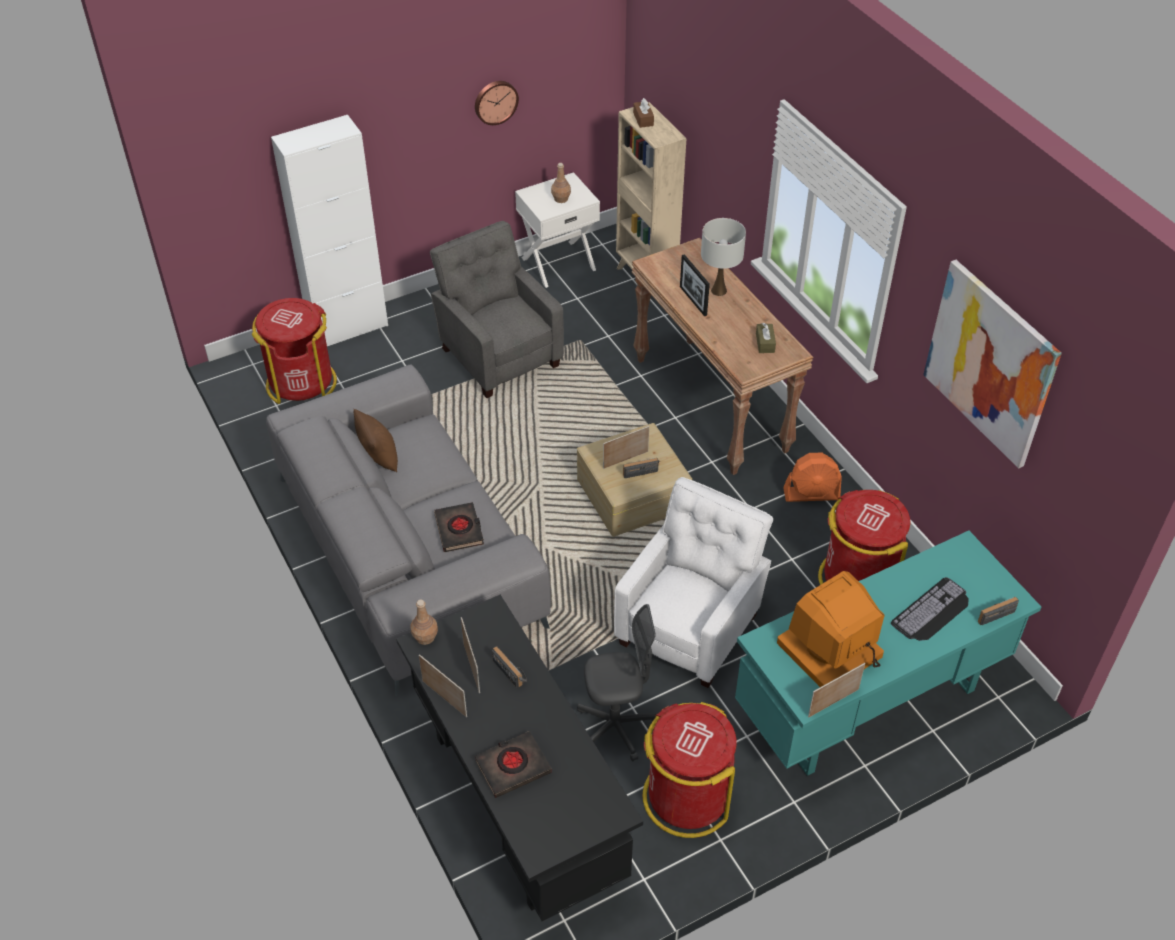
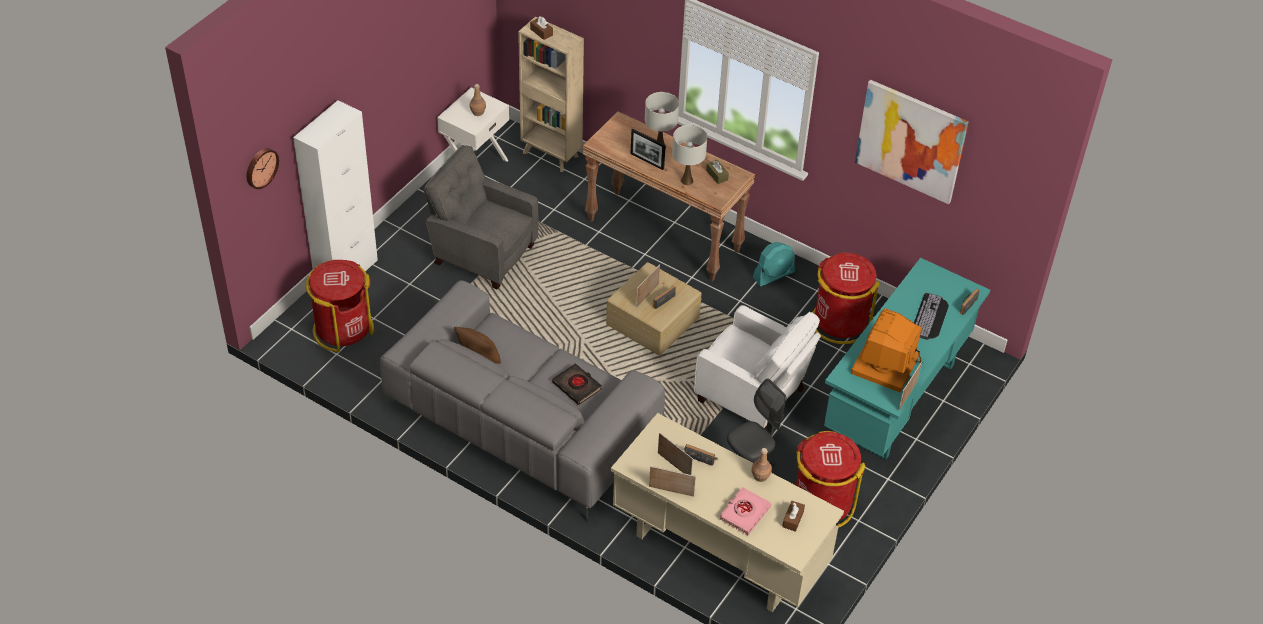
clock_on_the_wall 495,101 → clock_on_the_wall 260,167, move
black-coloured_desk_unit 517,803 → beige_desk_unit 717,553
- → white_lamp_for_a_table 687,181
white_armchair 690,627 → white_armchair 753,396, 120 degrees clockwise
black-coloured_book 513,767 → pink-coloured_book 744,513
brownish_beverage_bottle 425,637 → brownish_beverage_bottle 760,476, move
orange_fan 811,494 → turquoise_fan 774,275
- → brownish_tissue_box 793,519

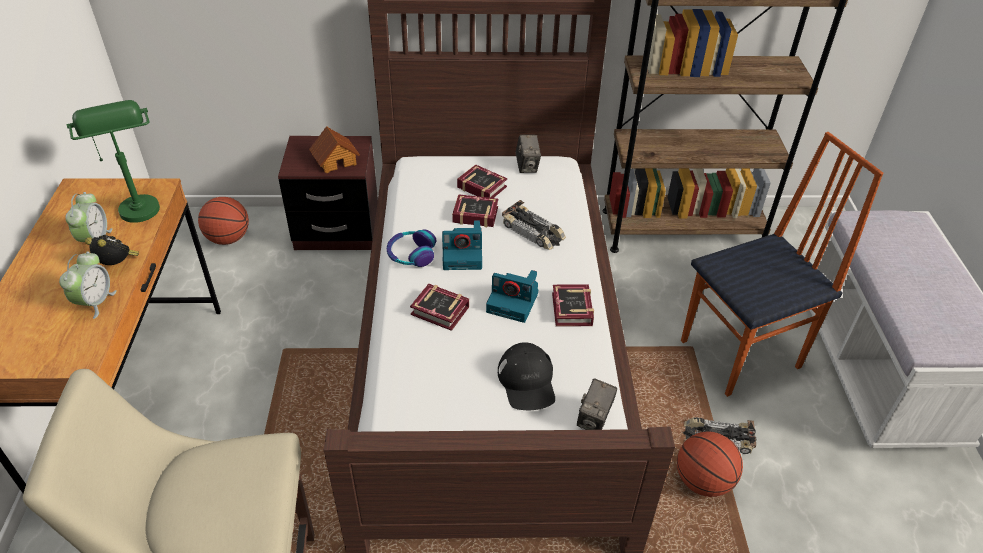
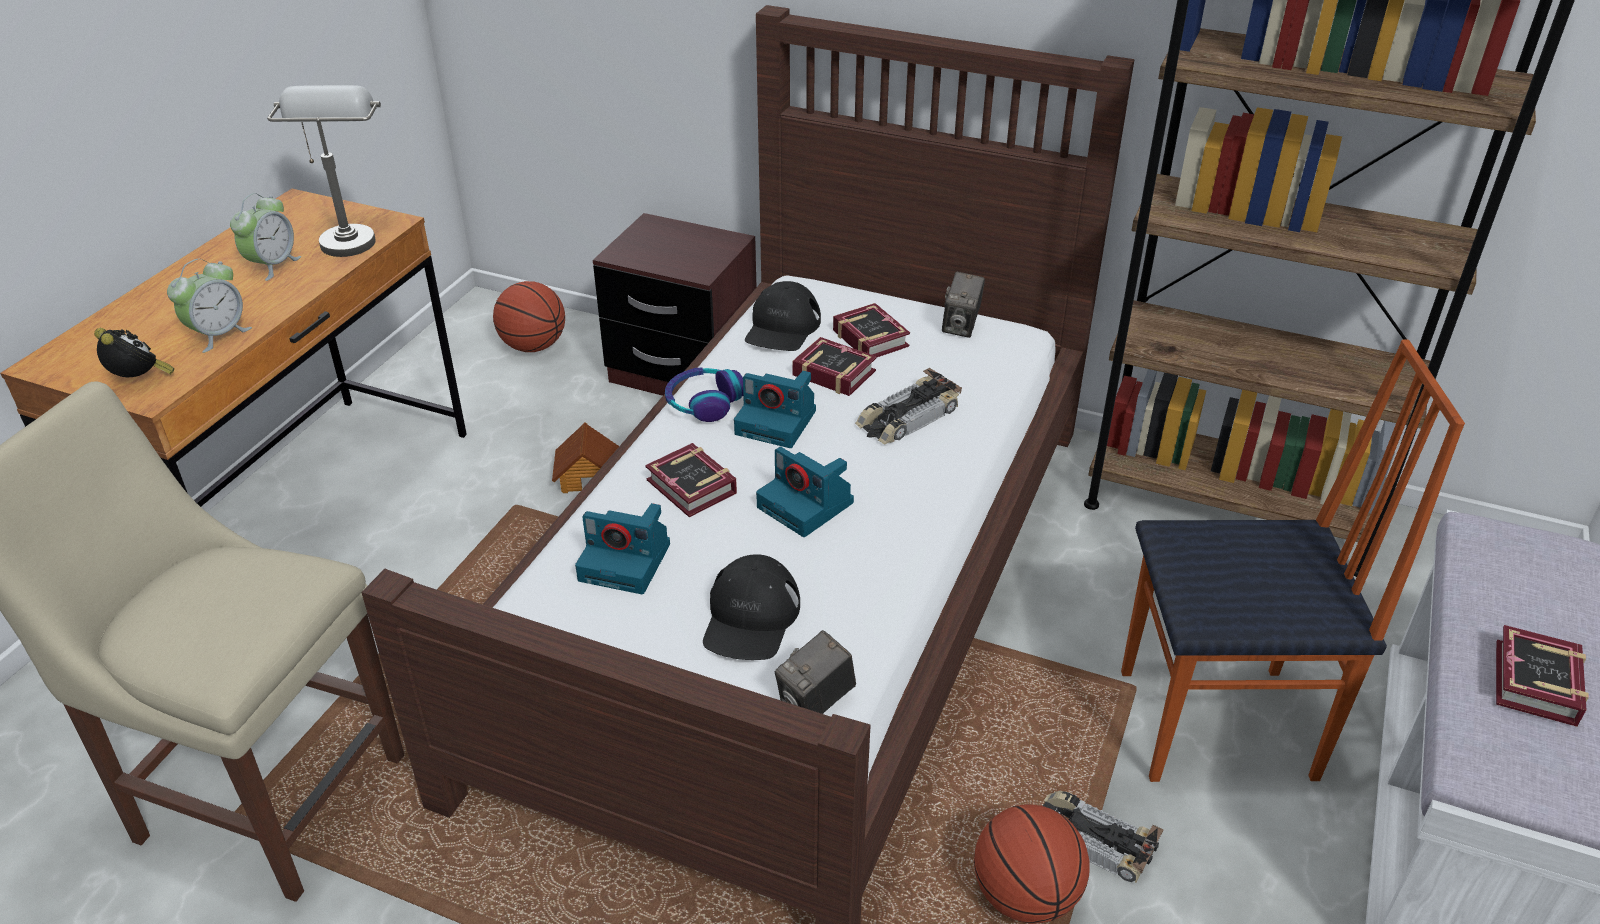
table_clock 118,265 → table_clock 140,381, move
green_lamp_for_a_table 136,203 → greyish_lamp_for_a_table 350,234
model_house 335,160 → model_house 589,476, move
- → still_camera 627,562
- → black-coloured_peaked_cap 782,328
toy_car 533,232 → toy_car 907,418, 75 degrees clockwise
book 570,311 → book 1532,685, move

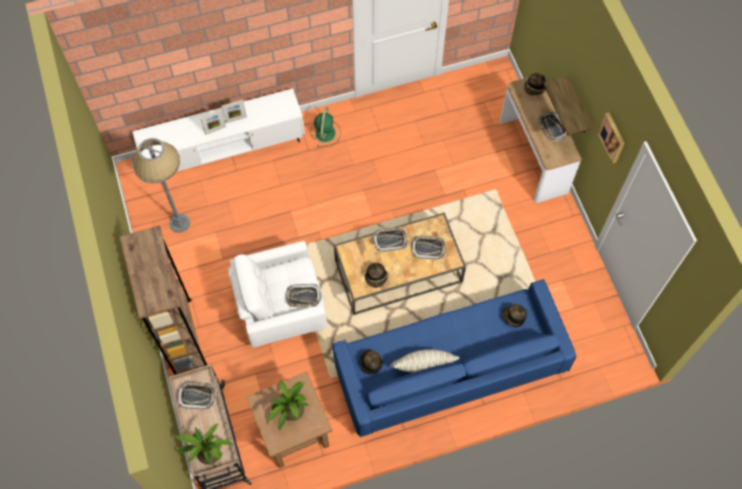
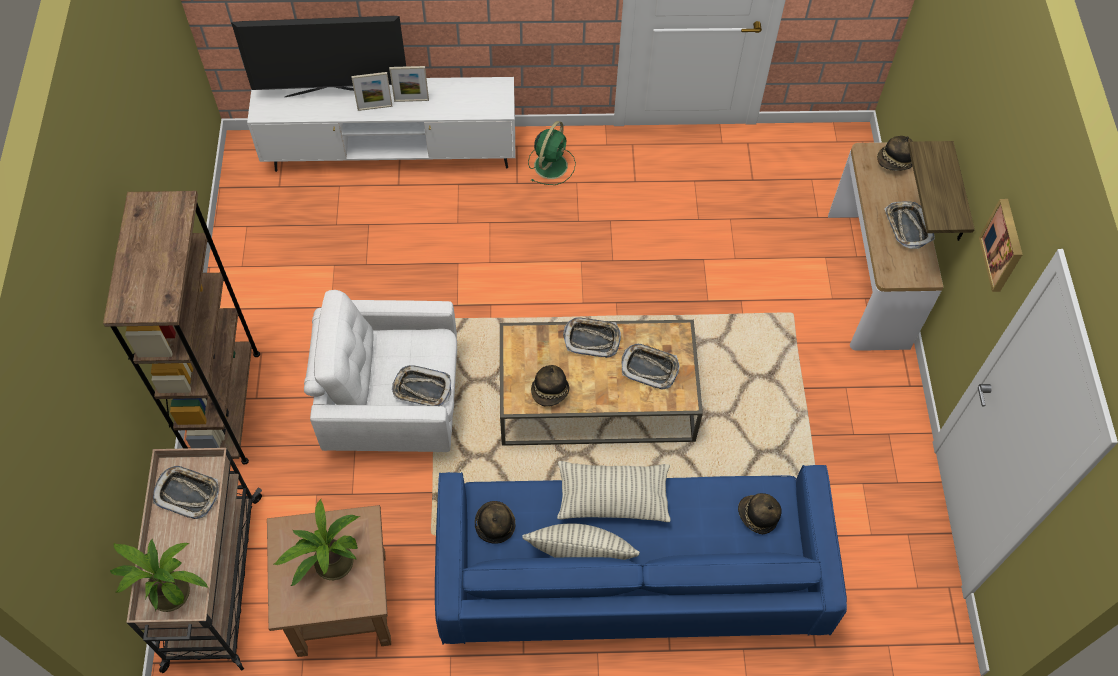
- → TV 332,94
- → pillow 612,498
greyish_standing_lamp 179,223 → -

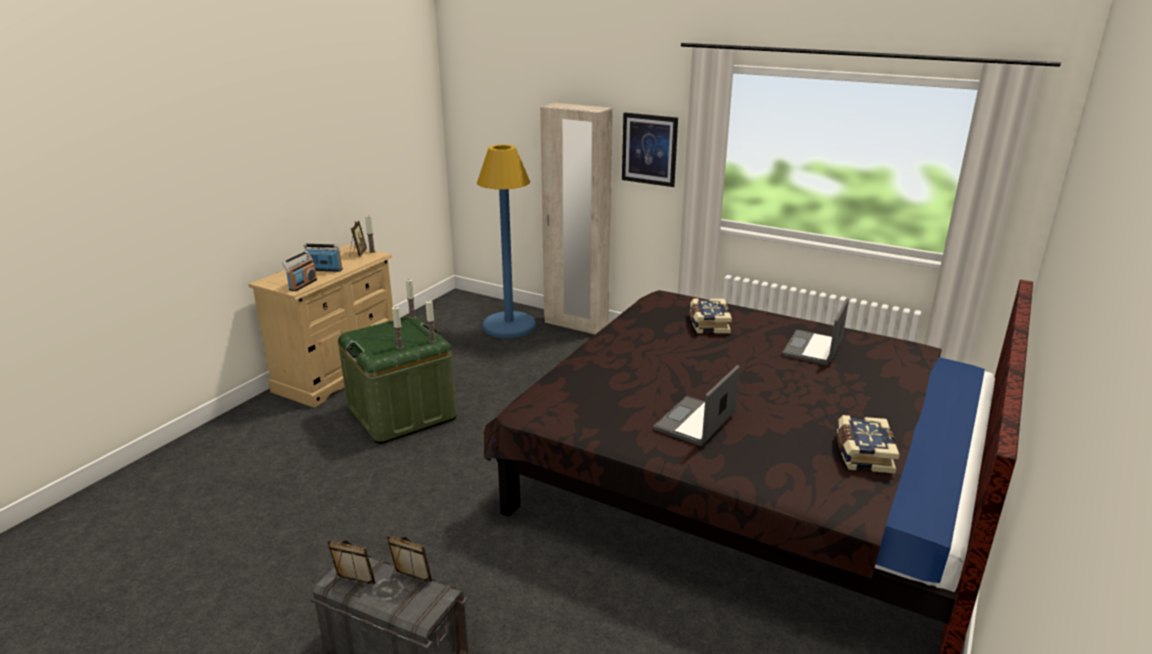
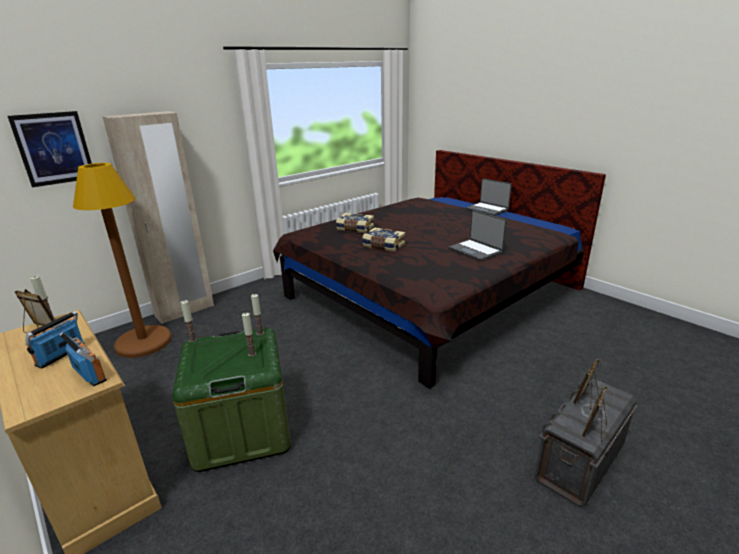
wall_art 649,149 → wall_art 54,148, move
blue_standing_lamp 509,326 → brownish_standing_lamp 143,342
book 862,454 → book 383,246, move
laptop 813,349 → laptop 487,209, move

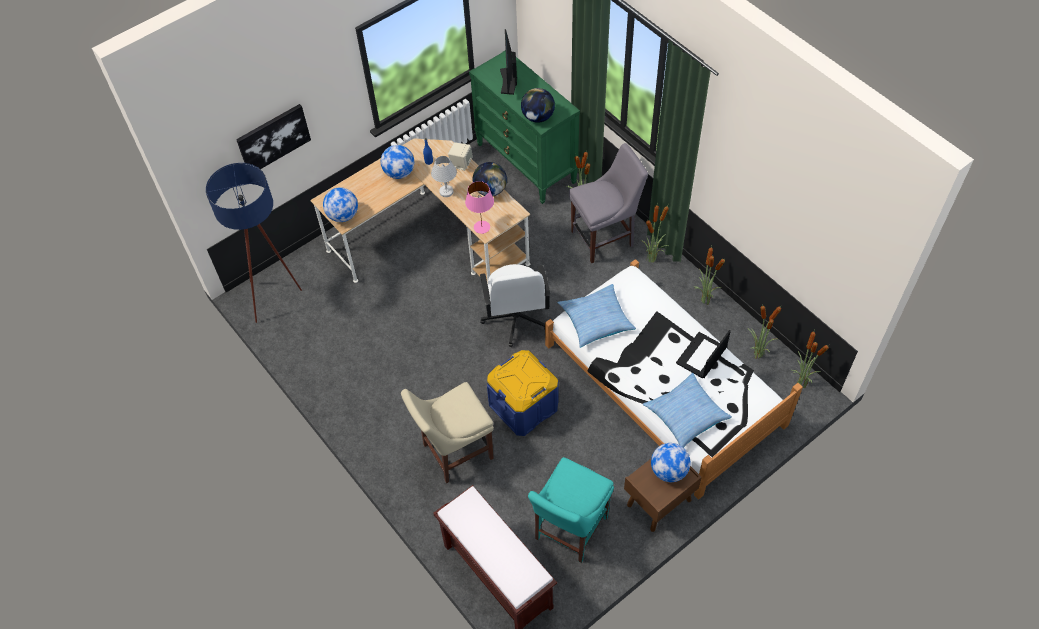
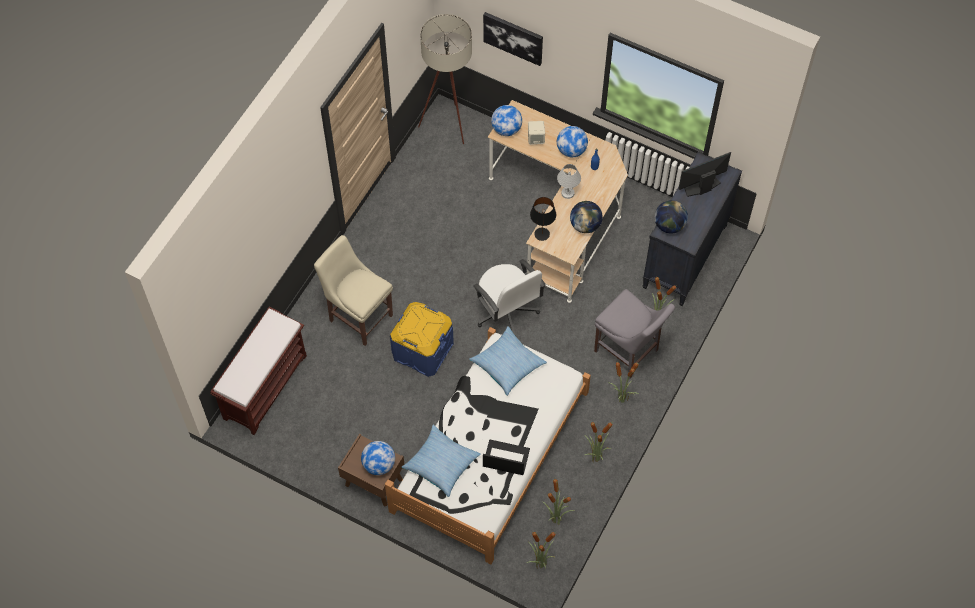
blue_standing_lamp 276,296 → beige_standing_lamp 449,129
white_computer_chair 515,319 → white_computer_chair 506,312, 90 degrees counterclockwise
beige_speaker 461,163 → beige_speaker 536,139, move
pink-coloured_lamp_for_a_table 482,227 → black-coloured_lamp_for_a_table 542,234
green_dresser 526,163 → black-coloured_dresser 685,257
turquoise_plain_chair 569,531 → -

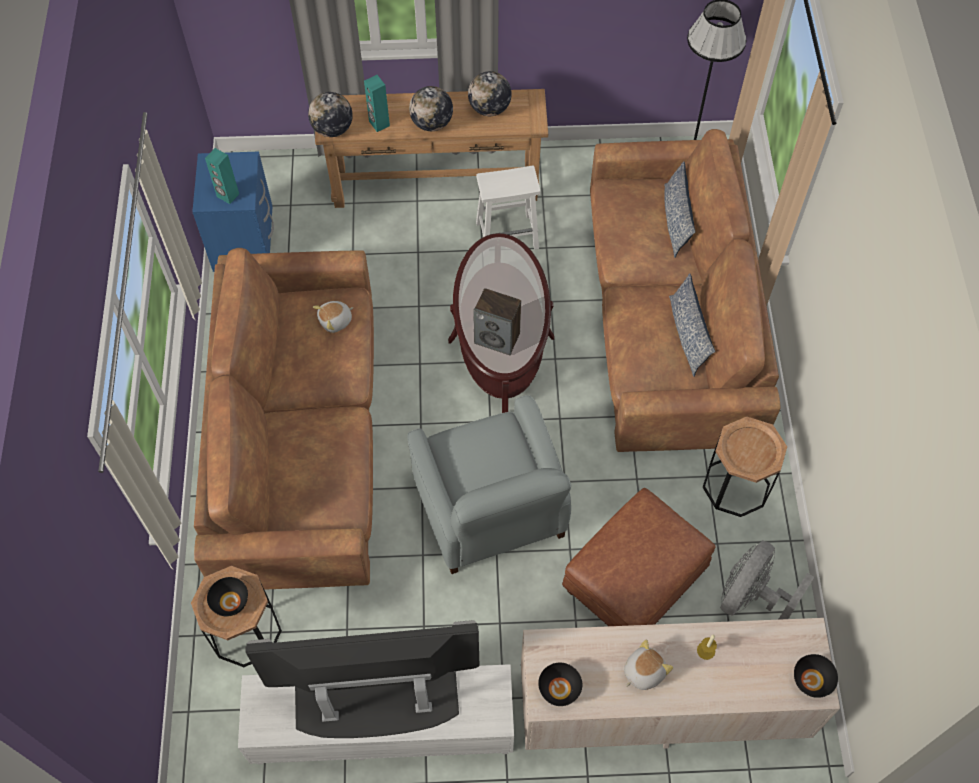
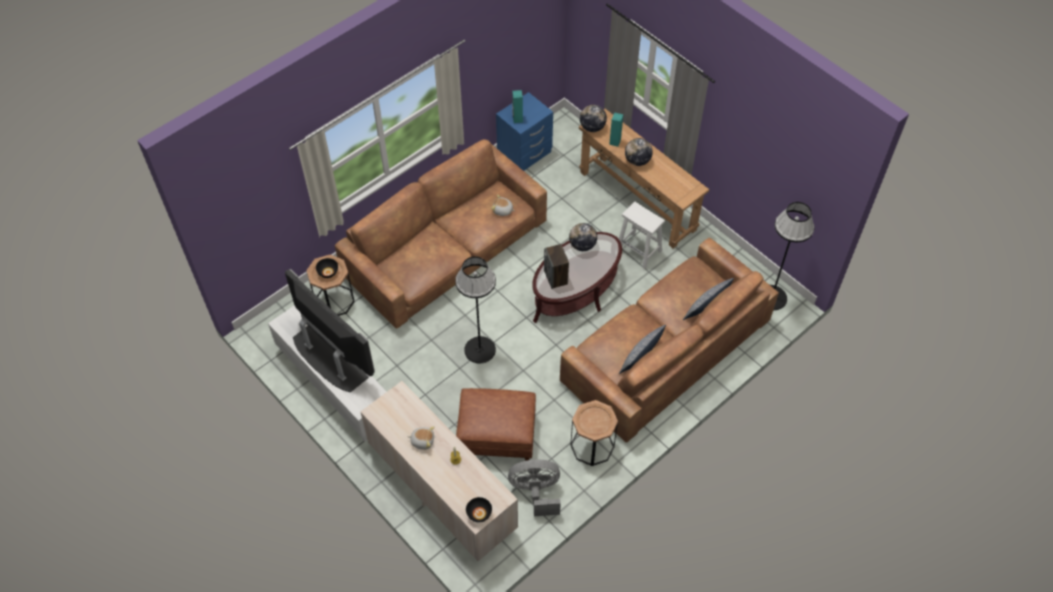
greyish_armchair 490,508 → black-coloured_standing_lamp 479,350
world_globe 489,109 → world_globe 582,245, move
black-coloured_bowl 559,689 → -

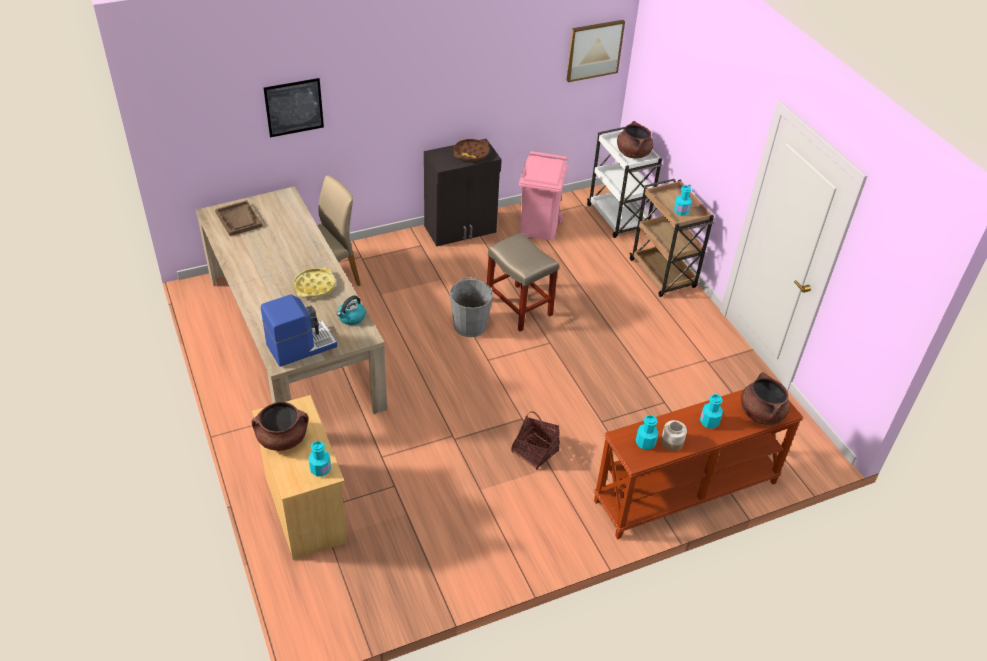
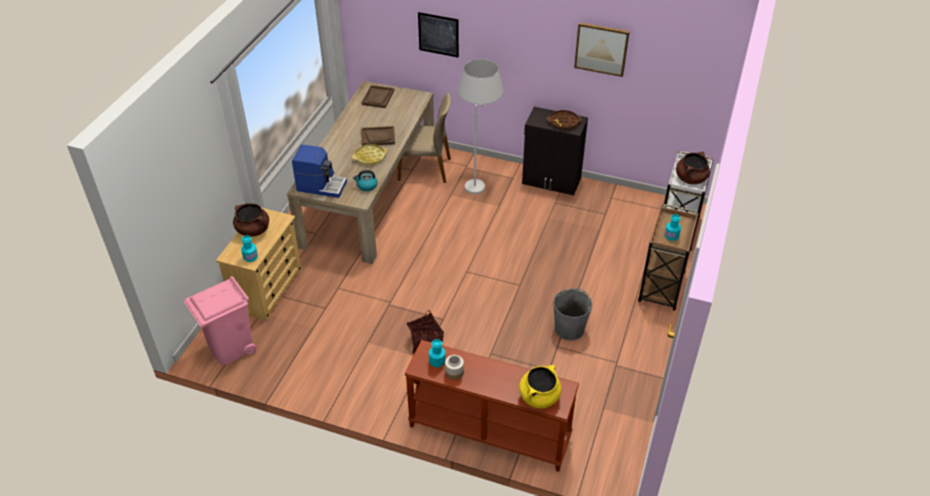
pink-coloured_rubbish_bin 539,227 → pink-coloured_rubbish_bin 230,347, move
- → brownish_carrying_tray 378,137
- → white_standing_lamp 479,180
brownish_stockpot 761,413 → yellowish_stockpot 539,396
greyish_water_bucket 470,325 → greyish_water_bucket 569,329, move
wall_art 594,50 → wall_art 601,49, move
beige_sitting_stool 519,308 → -
turquoise_beverage_bottle 709,422 → -

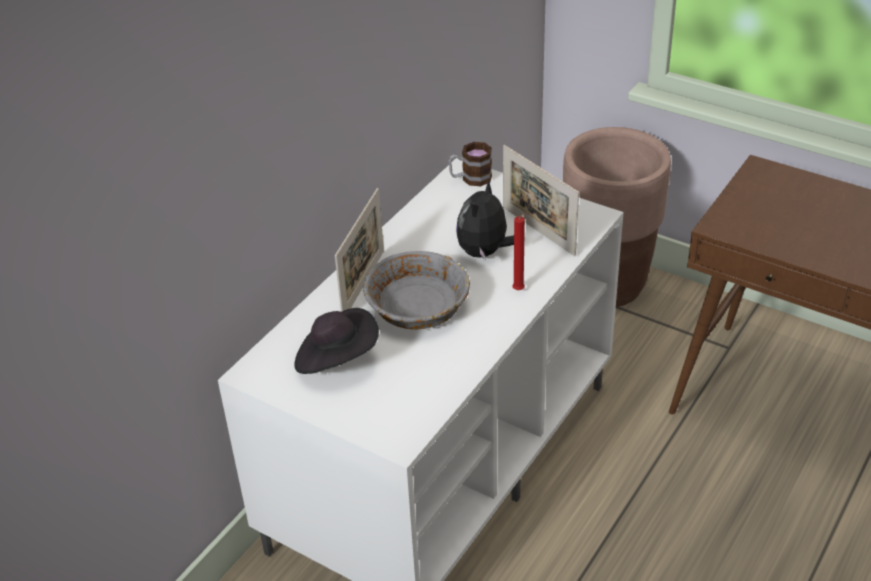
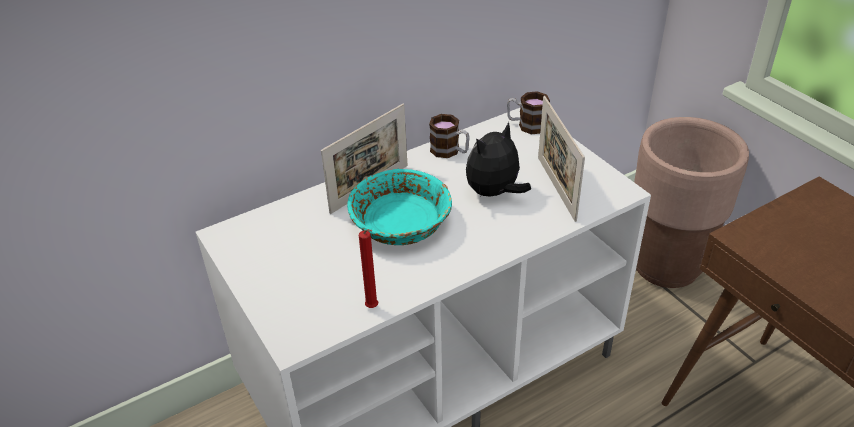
greyish_bowl 418,306 → turquoise_bowl 401,222
red-coloured_wax_light 520,290 → red-coloured_wax_light 373,308, move
- → mug 450,151
black-coloured_wearable_hat 337,359 → -

